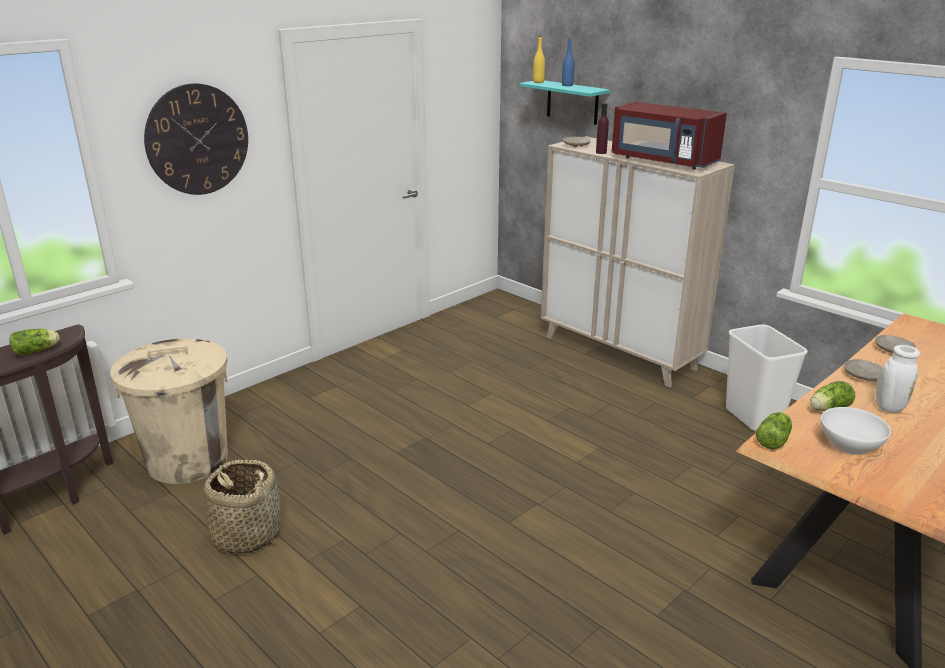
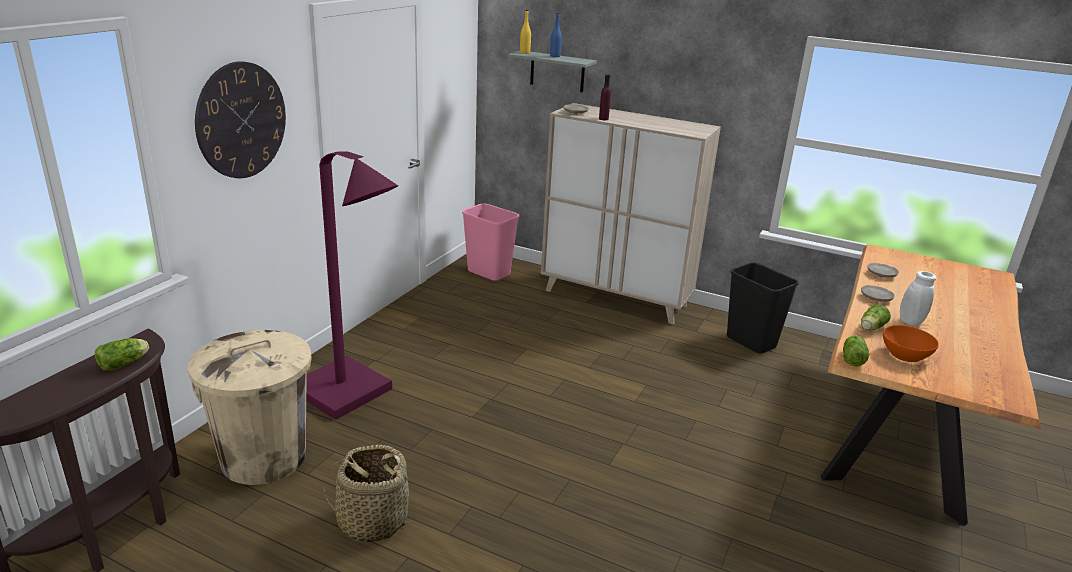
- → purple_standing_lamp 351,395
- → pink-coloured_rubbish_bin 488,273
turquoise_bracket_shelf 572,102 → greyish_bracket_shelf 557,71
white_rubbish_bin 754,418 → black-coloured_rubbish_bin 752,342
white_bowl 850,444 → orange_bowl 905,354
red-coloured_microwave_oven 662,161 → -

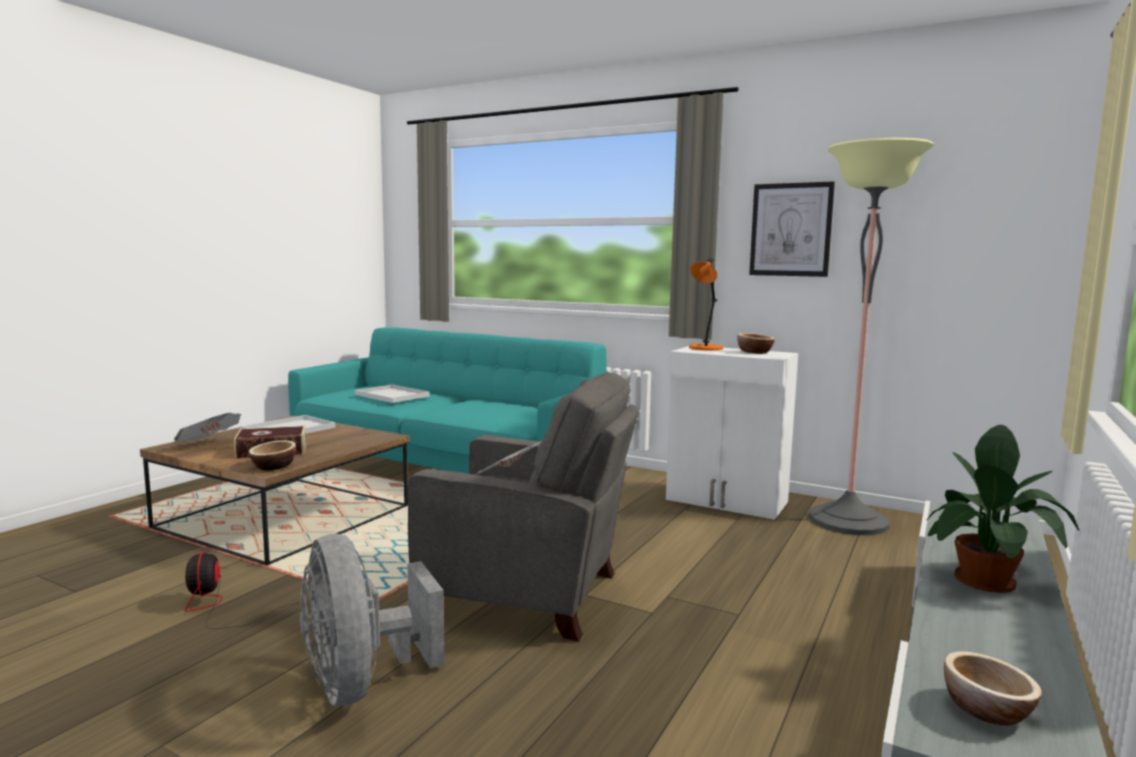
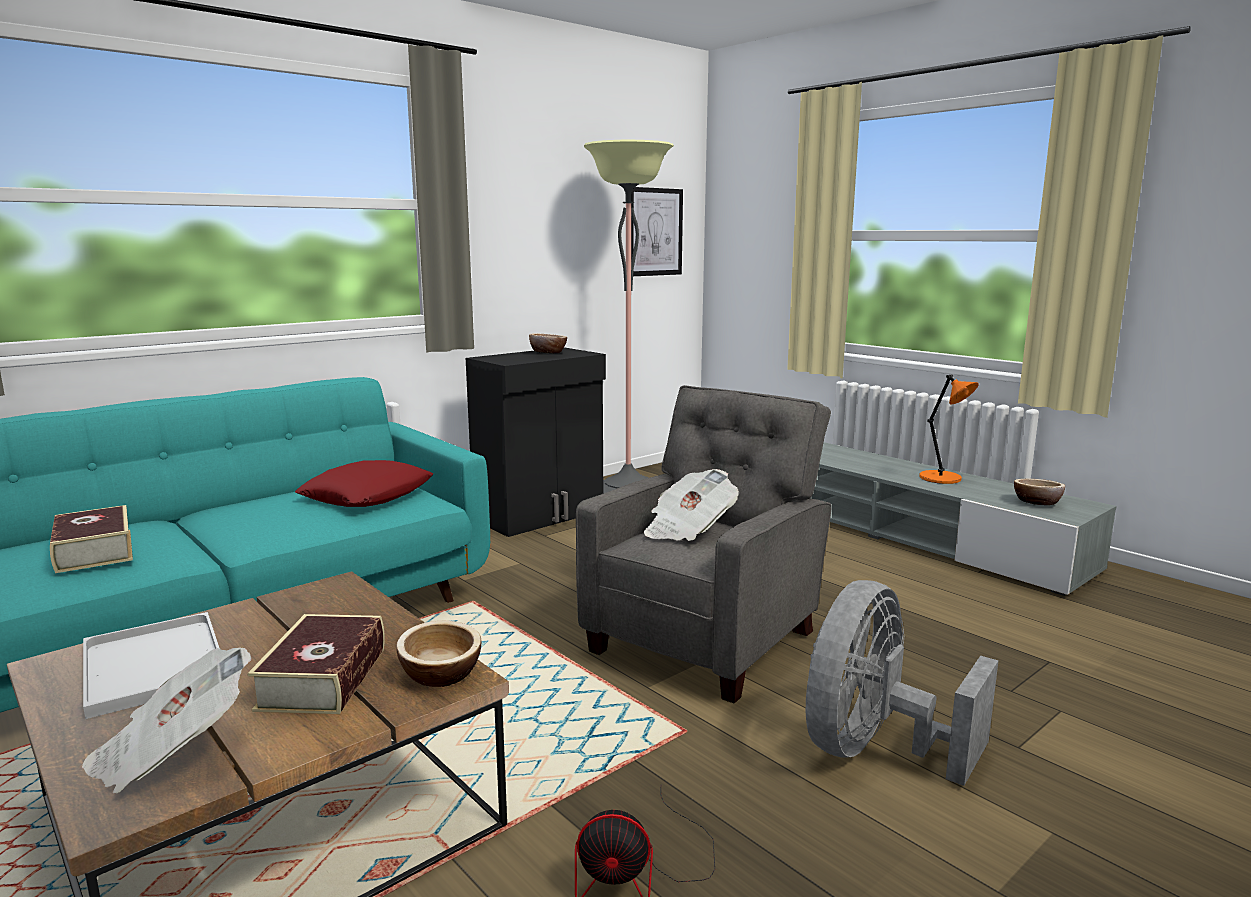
white_carrying_tray 393,395 → book 94,551
- → red-coloured_pillow 367,495
white_storage_cabinet 727,501 → black-coloured_storage_cabinet 541,515
wall_art 791,230 → wall_art 654,232, move
greyish_fan 361,683 → greyish_fan 875,749, 135 degrees clockwise
orange_lamp_for_a_table 705,348 → orange_lamp_for_a_table 942,478, move
potted_plant 987,579 → -

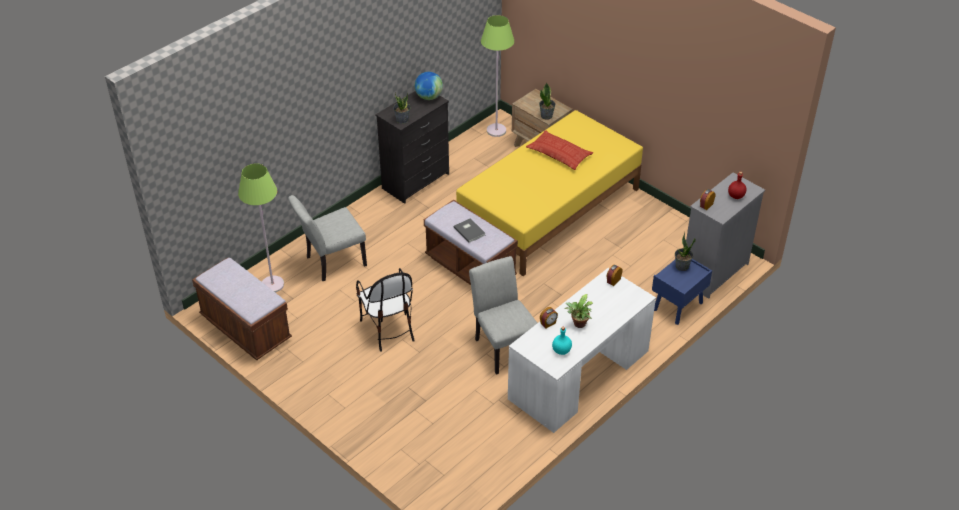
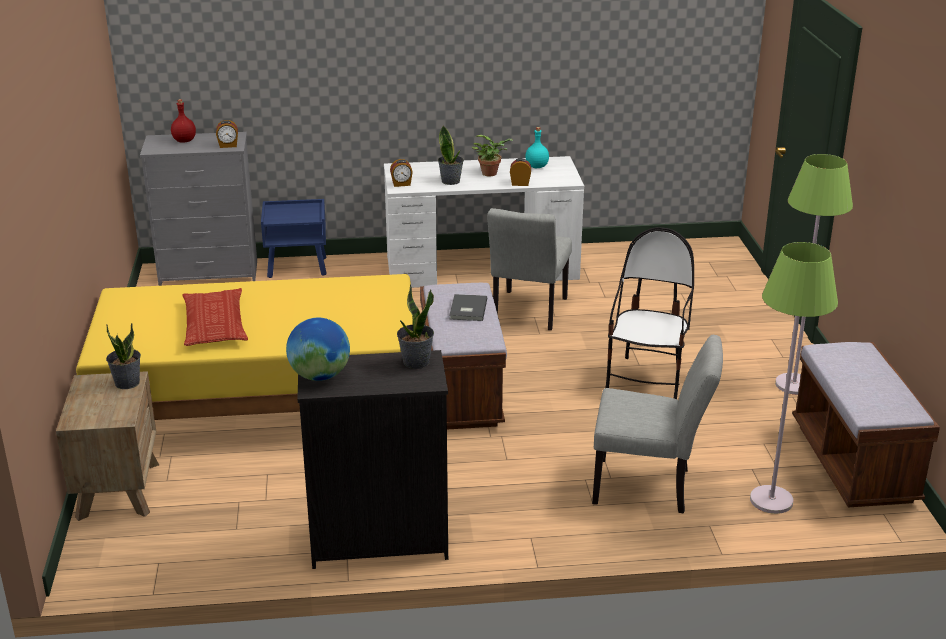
potted_plant 682,266 → potted_plant 451,181, move
green_standing_lamp 496,130 → green_standing_lamp 794,385, move

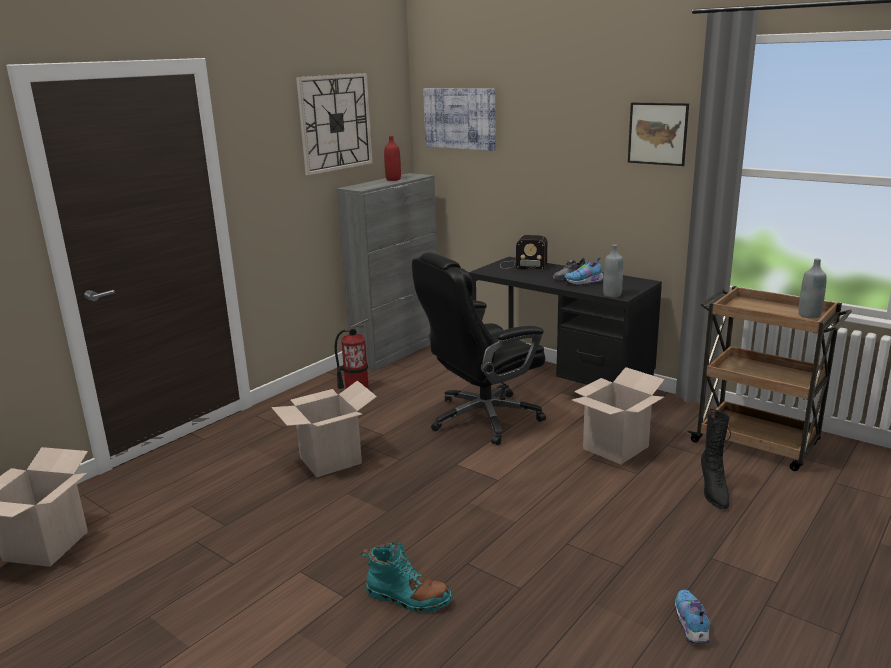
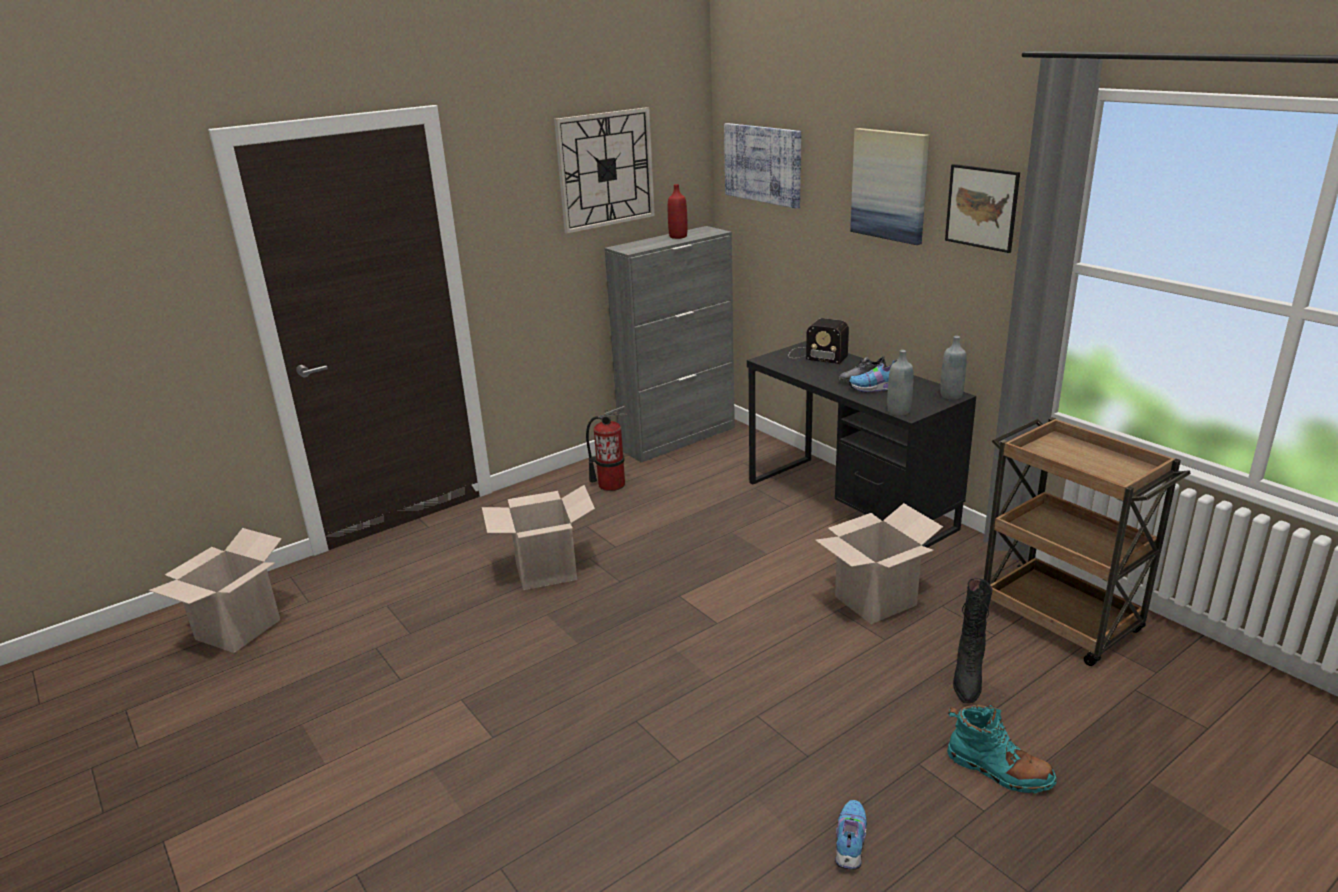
- → wall_art 890,185
greyish_beverage_bottle 809,315 → greyish_beverage_bottle 951,395, move
turquoise_tall_boot 408,598 → turquoise_tall_boot 998,770, move
black-coloured_computer_chair 482,418 → -

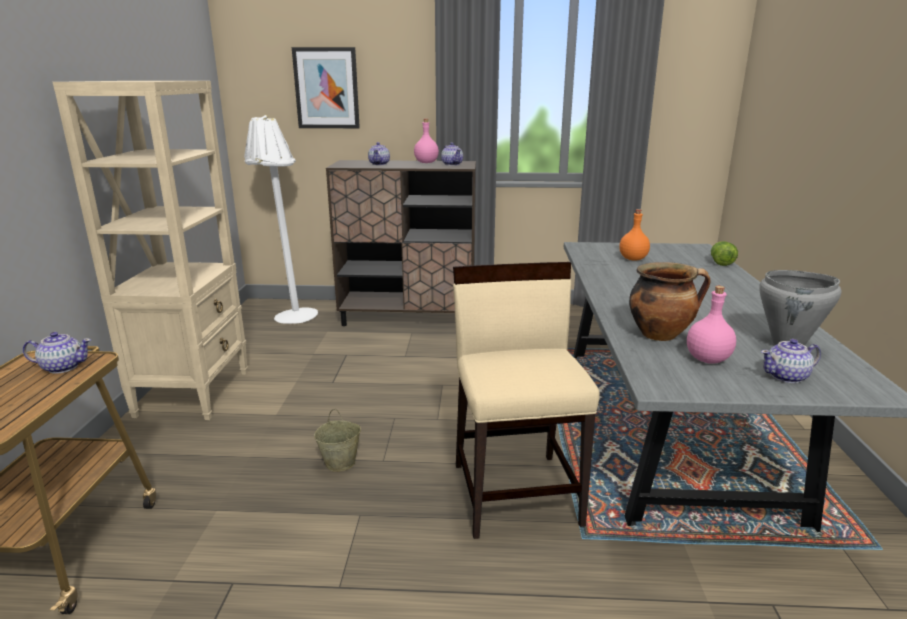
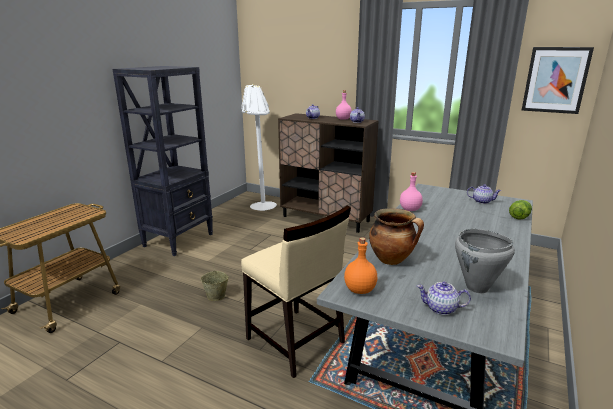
beige_shelving_unit 194,393 → black-coloured_shelving_unit 179,240
beige_plain_chair 516,492 → beige_plain_chair 295,341, 120 degrees clockwise
orange_beverage_bottle 632,259 → orange_beverage_bottle 359,289, move
pink-coloured_beverage_bottle 707,359 → pink-coloured_beverage_bottle 409,209, move
pot_for_tea 62,367 → pot_for_tea 481,201, move
wall_art 326,88 → wall_art 555,80, move

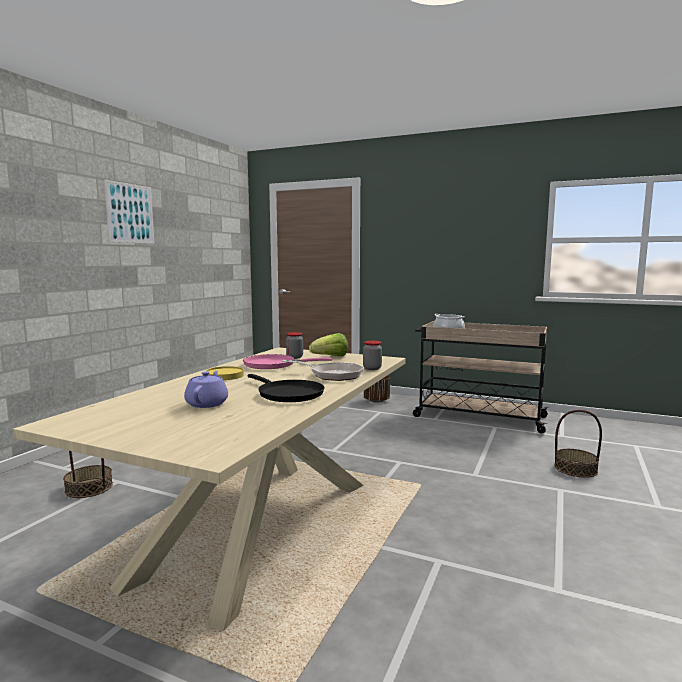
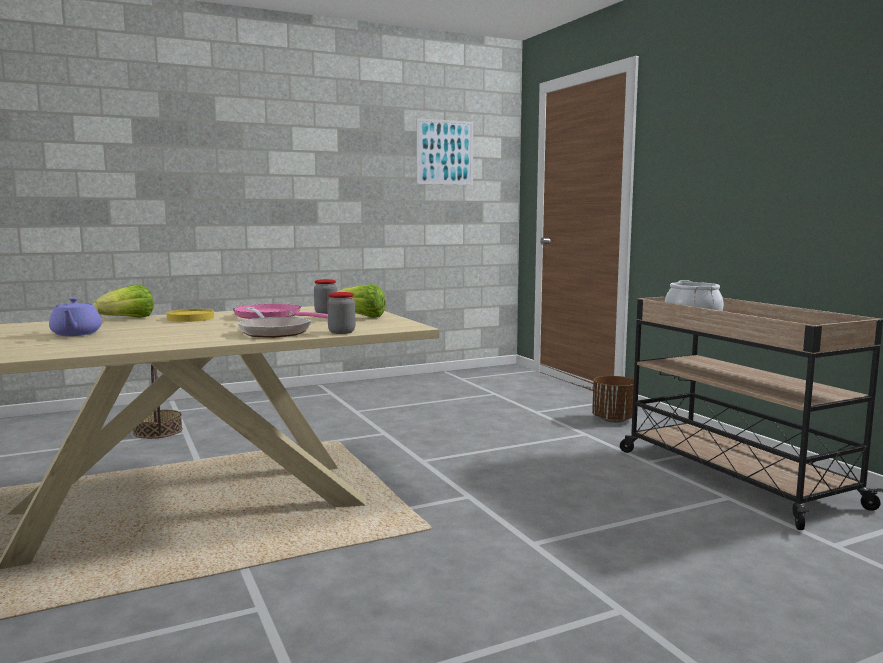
purple_pot_for_tea 207,403 → purple_pot_for_tea 76,334, 120 degrees clockwise
- → head_of_lettuce 128,319
wall_art 130,213 → wall_art 445,152, move
black-coloured_skillet 288,394 → -
storage_basket 575,469 → -

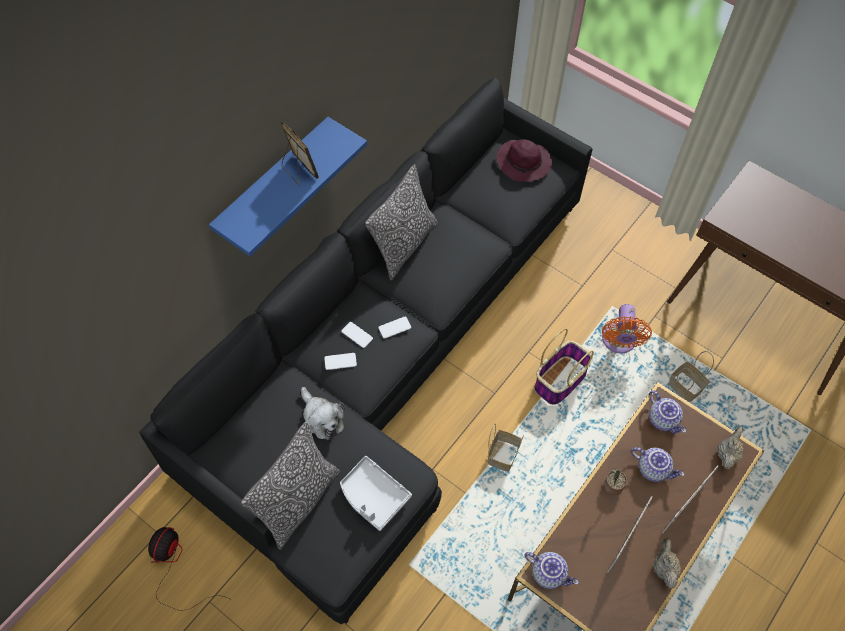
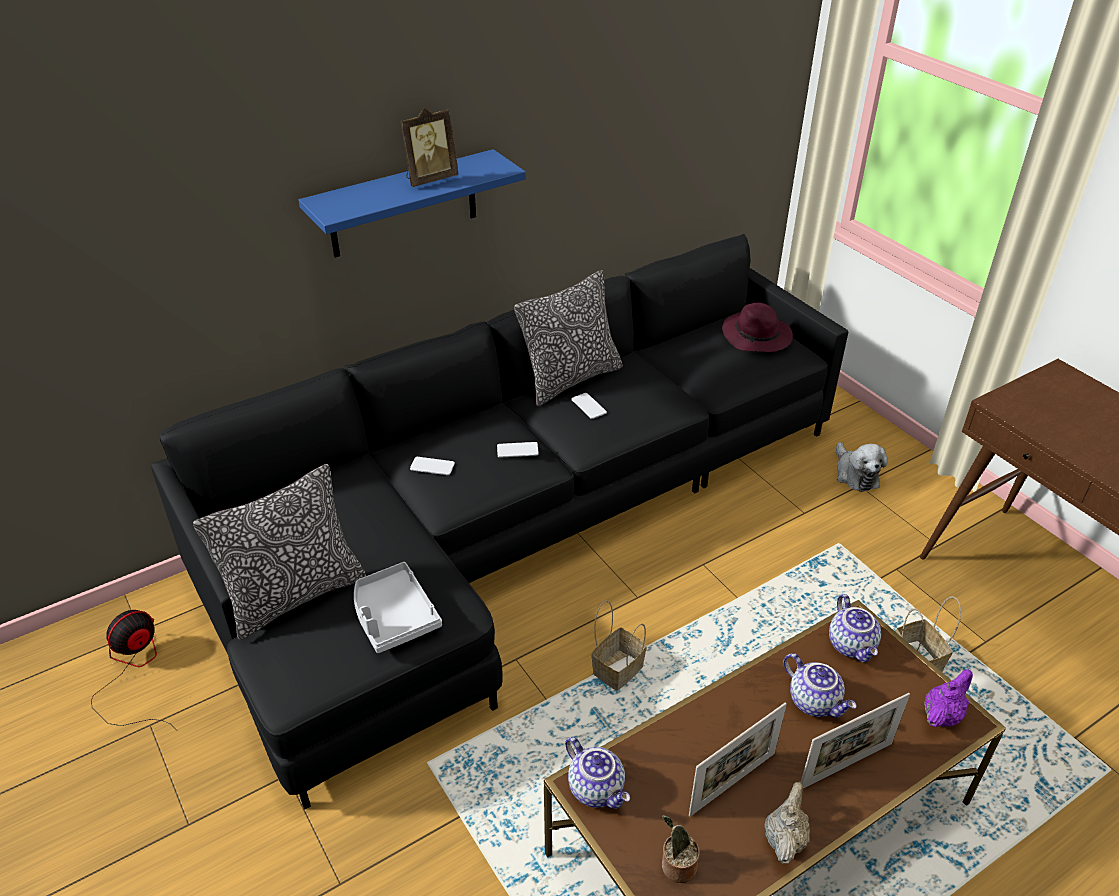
photo_frame 298,171 → photo_frame 430,179, 75 degrees clockwise
telephone 357,335 → telephone 588,406, move
potted_plant 612,486 → potted_plant 676,866, move
cuddly_toy 321,418 → cuddly_toy 855,474, move
beige_pot_for_tea 727,453 → purple_pot_for_tea 942,715
storage_basket 560,380 → -
orange_fan 618,342 → -

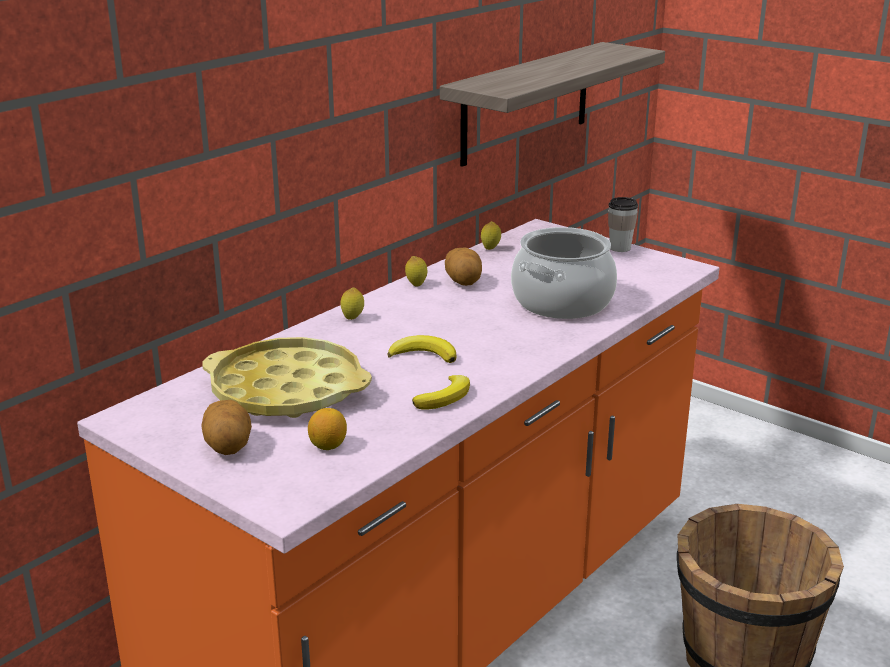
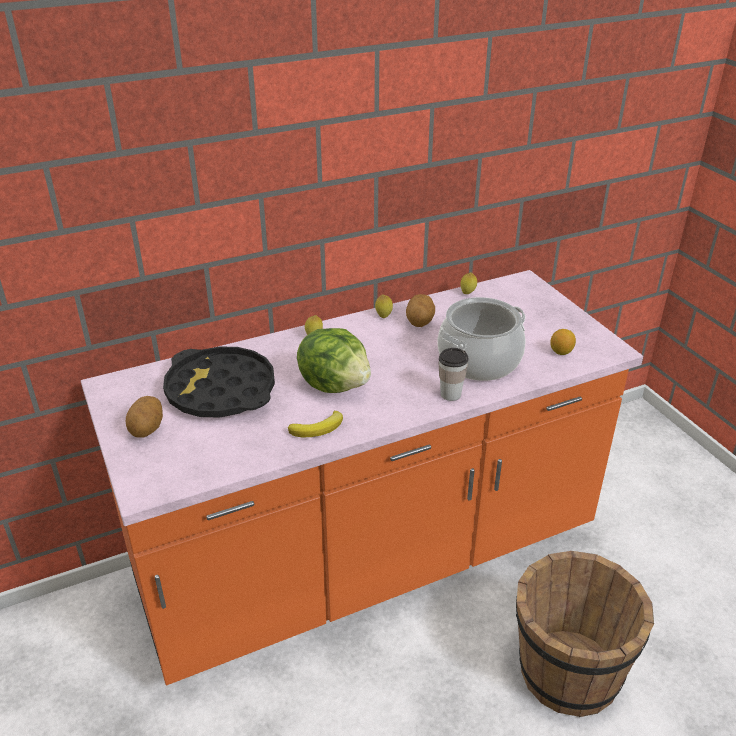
yellowish_carrying_tray 287,390 → black-coloured_carrying_tray 221,390
whole_banana 423,355 → head_of_lettuce 335,384
cup 620,248 → cup 450,394, move
lemon 328,446 → lemon 561,352, move
bracket_shelf 526,103 → -

